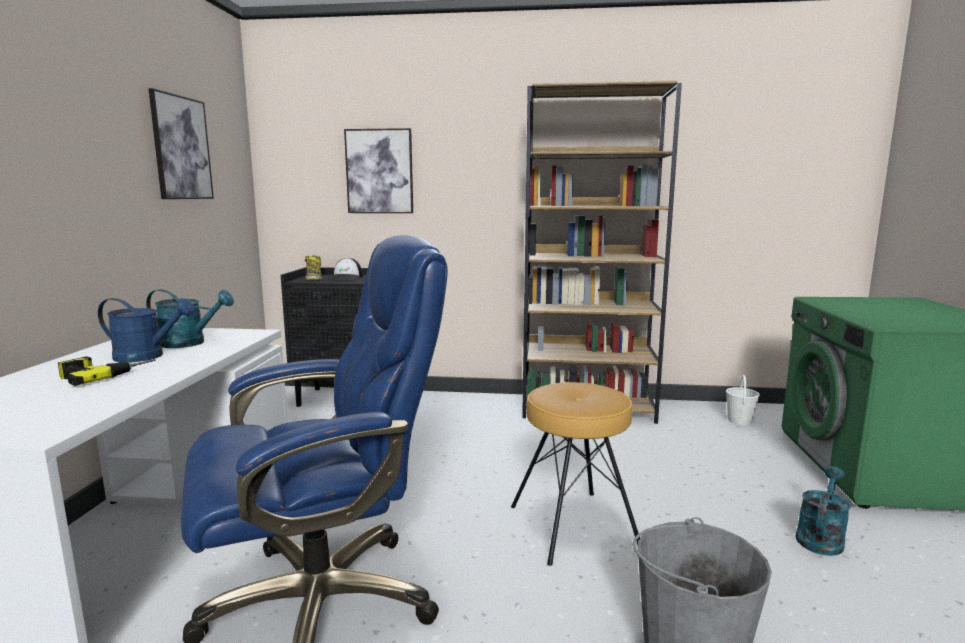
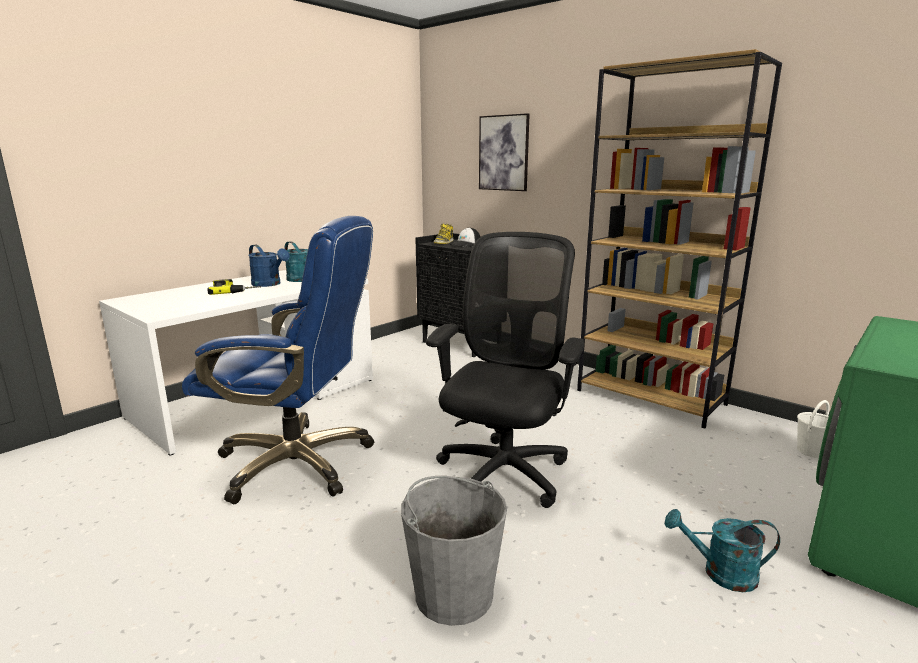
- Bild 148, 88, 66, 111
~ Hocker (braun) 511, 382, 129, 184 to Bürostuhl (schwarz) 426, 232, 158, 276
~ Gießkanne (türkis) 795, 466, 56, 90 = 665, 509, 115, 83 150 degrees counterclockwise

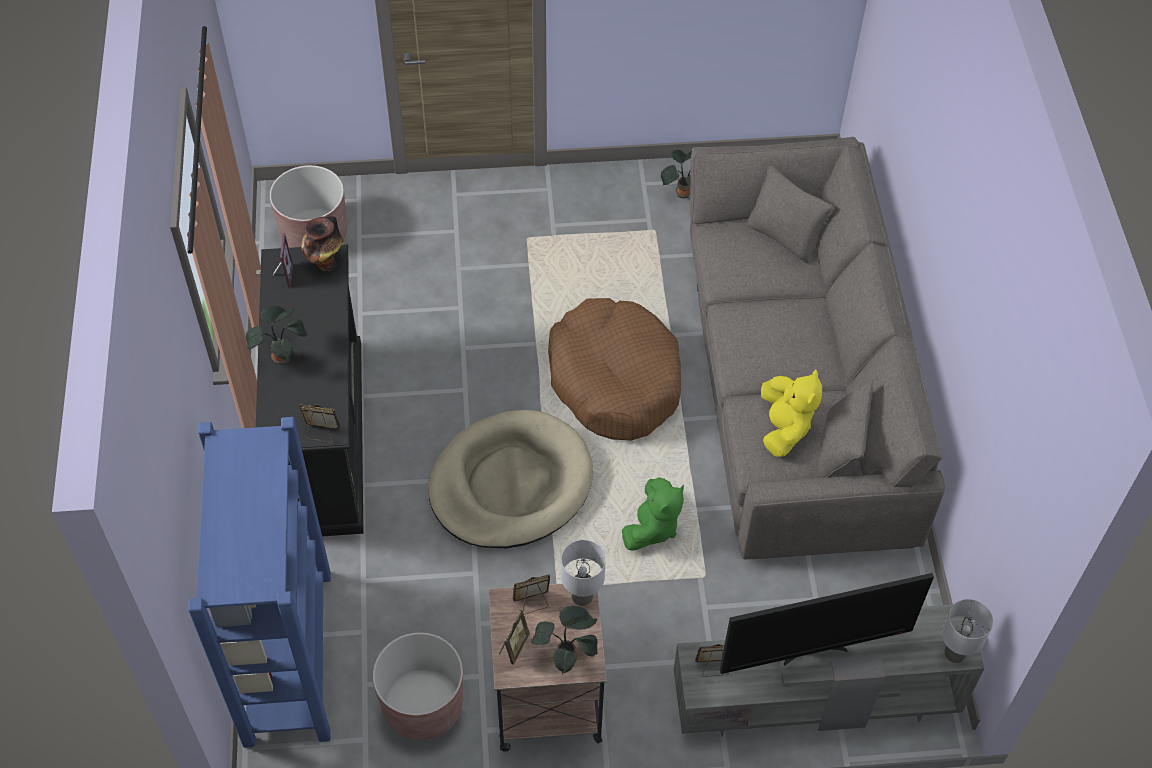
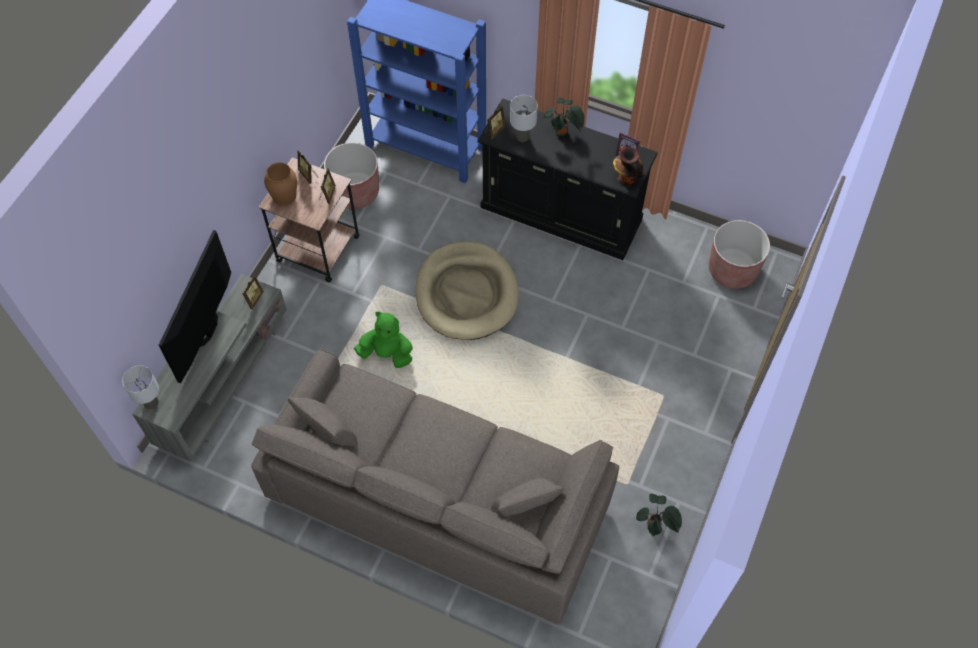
- Hundebett (braun) 548, 298, 133, 143
- Plüschtier (gelb) 761, 370, 61, 87
~ Tischlampe (weiß) 561, 540, 45, 66 to 510, 95, 28, 47
~ Topfpflanze 531, 606, 67, 68 to Vase (braun) 264, 162, 33, 44
~ Plüschtier (grün) 622, 477, 62, 74 = 354, 312, 59, 56 135 degrees clockwise

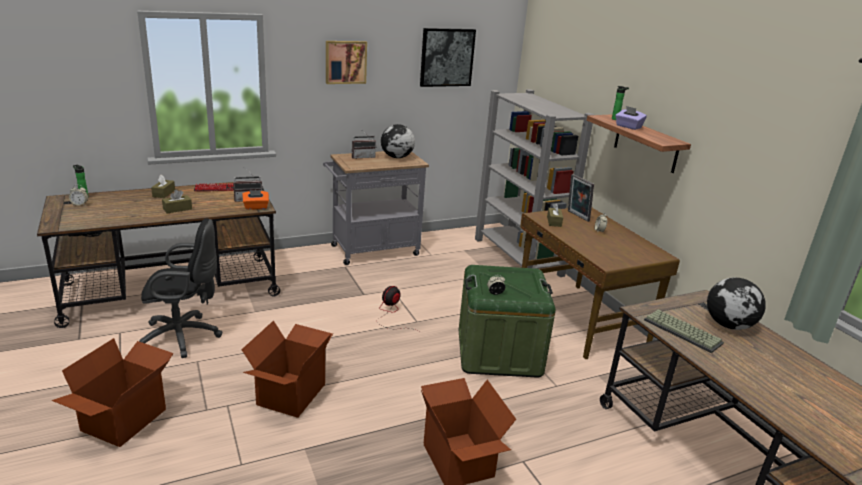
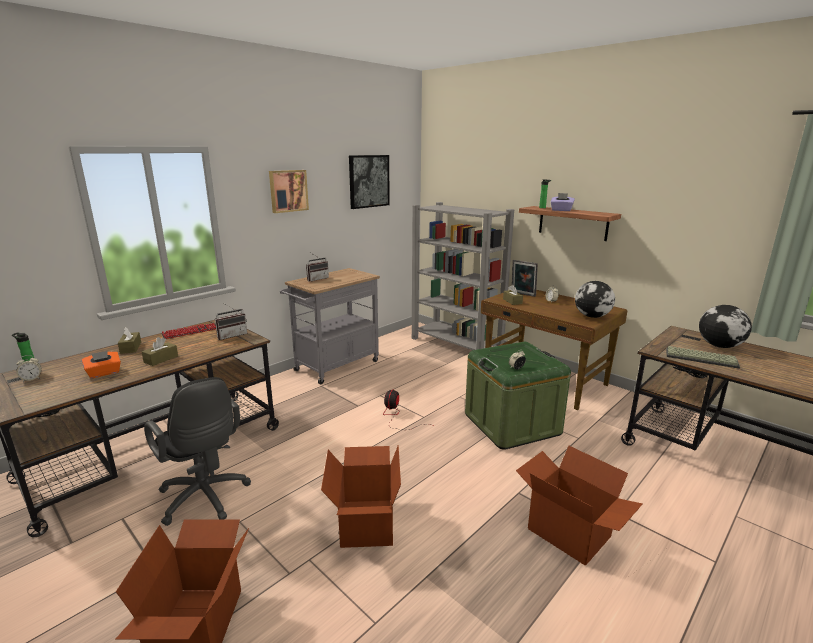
~ Taschentuchbox (orange) 242, 190, 27, 20 to 82, 351, 39, 28
~ Globus 381, 124, 34, 34 to 575, 281, 40, 37
~ Bürostuhl (schwarz) 139, 218, 83, 140 = 144, 377, 107, 149 75 degrees clockwise

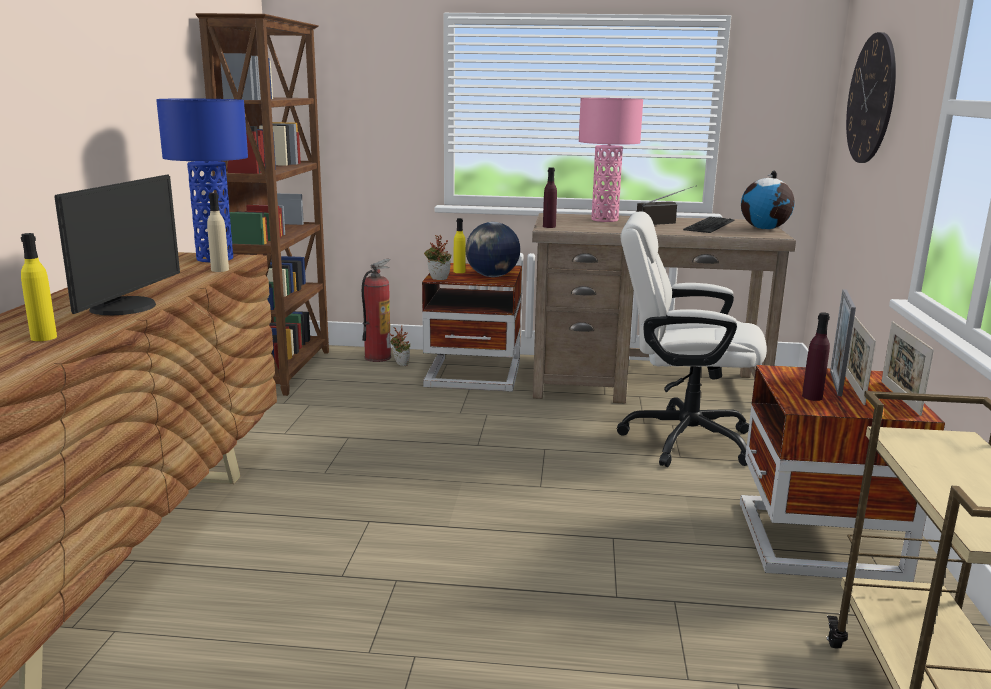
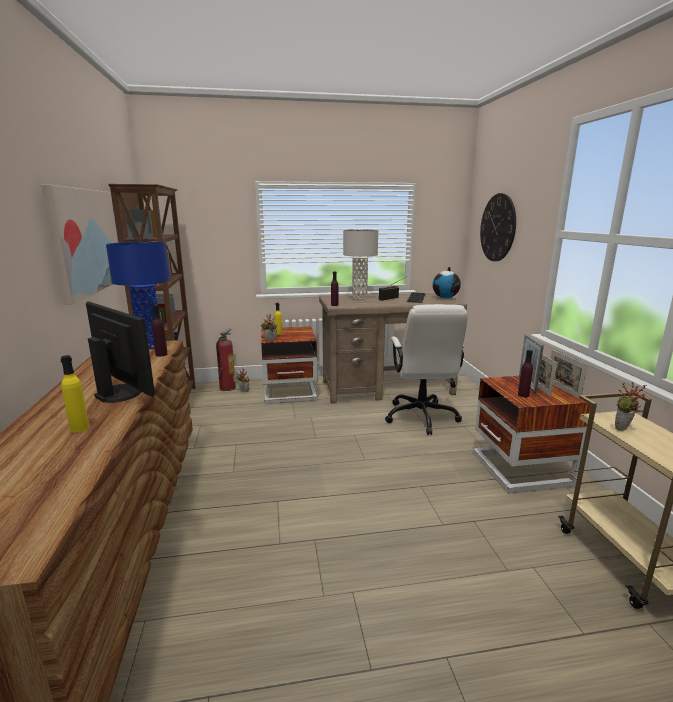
- Globus 465, 222, 55, 55
+ Bild 41, 185, 76, 120
+ Topfpflanze 615, 382, 32, 49
~ Flasche (beige) 207, 192, 22, 80 to Flasche (lila) 152, 305, 16, 52
~ Tischlampe (rosa) 579, 98, 64, 124 to Tischlampe (weiß) 343, 230, 35, 70
~ Monitor 54, 175, 126, 140 = 86, 301, 69, 102 45 degrees counterclockwise
~ Bürostuhl (weiß) 617, 211, 150, 256 = 385, 304, 83, 131 90 degrees counterclockwise

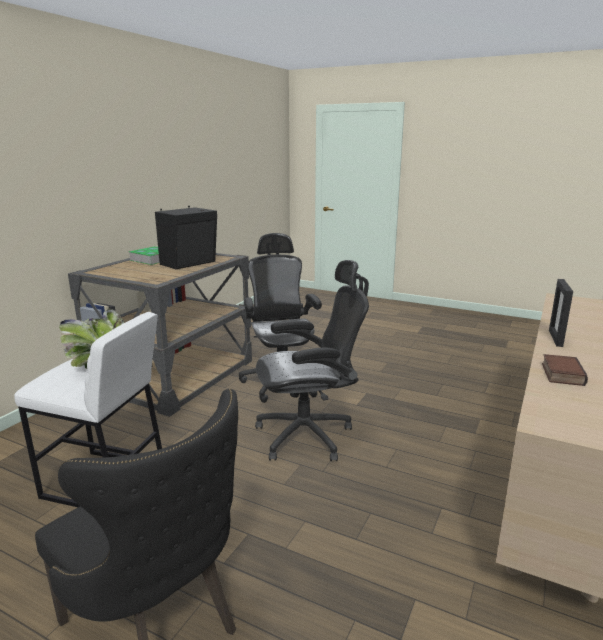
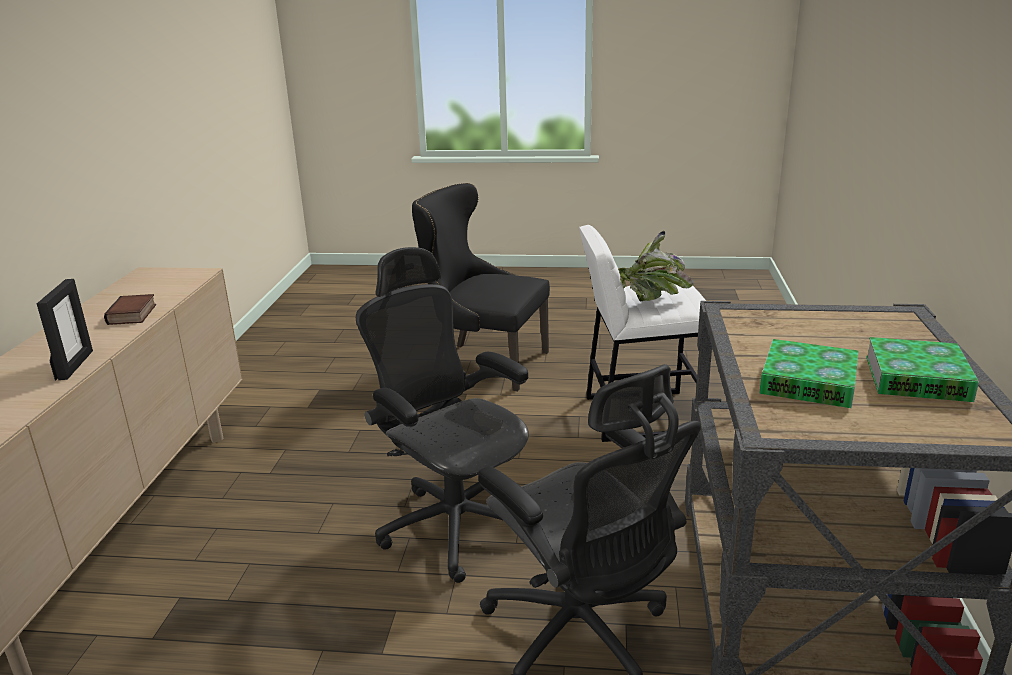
~ Lautsprecher (schwarz) 155, 206, 62, 63 to Buch 759, 339, 99, 69
~ Bürostuhl 255, 260, 114, 201 = 356, 247, 173, 336 90 degrees clockwise

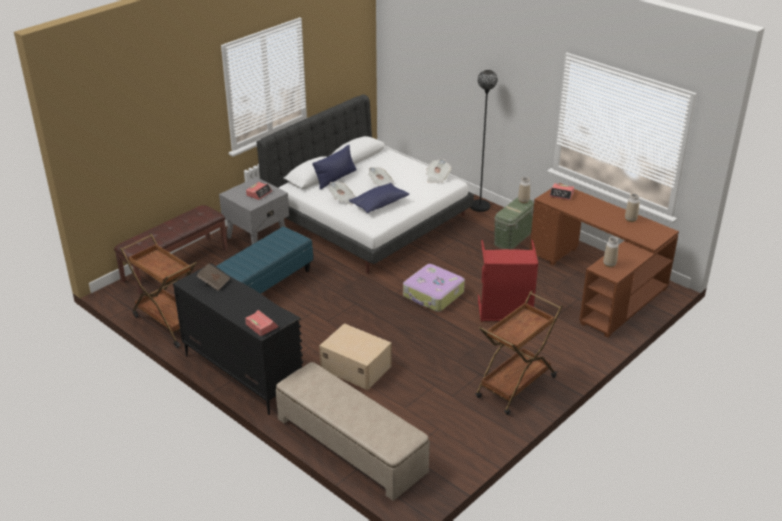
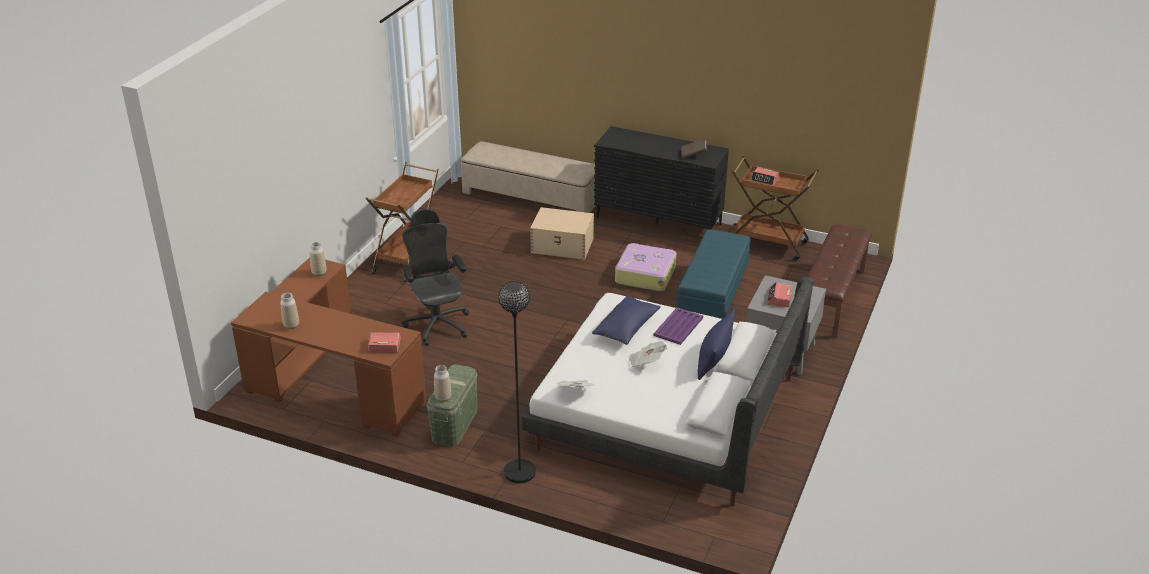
~ Wecker 245, 310, 34, 26 to 750, 167, 30, 19
~ Koffer 403, 264, 62, 48 to 615, 243, 61, 48
~ Zeitung 329, 182, 26, 23 to Tablett (lila) 654, 307, 49, 38
~ Wäschekorb (rot) 478, 240, 61, 81 to Bürostuhl 402, 209, 67, 137

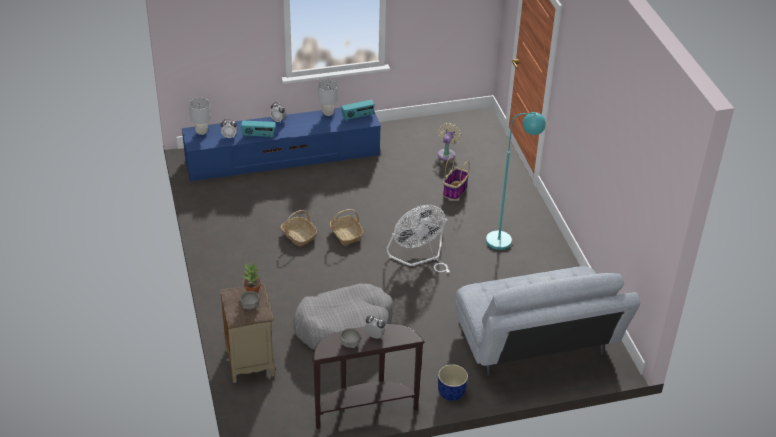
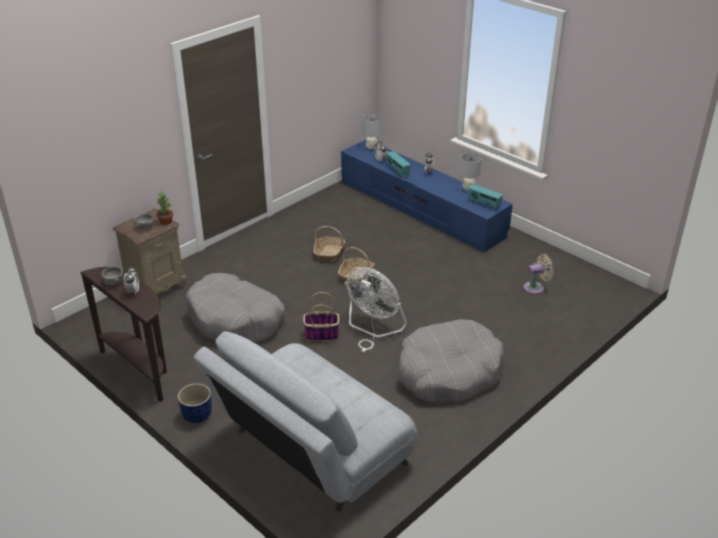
~ Korb 443, 155, 27, 45 to 303, 292, 36, 49
~ Stehlampe (türkis) 486, 112, 60, 138 to Hundebett (grau) 398, 319, 106, 84

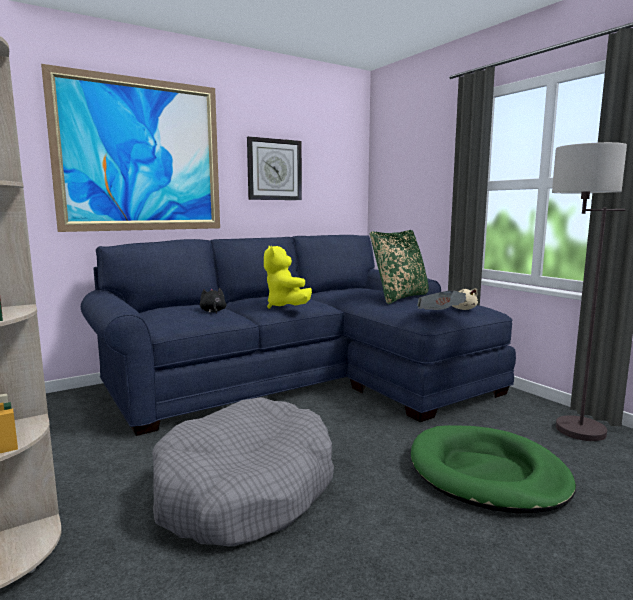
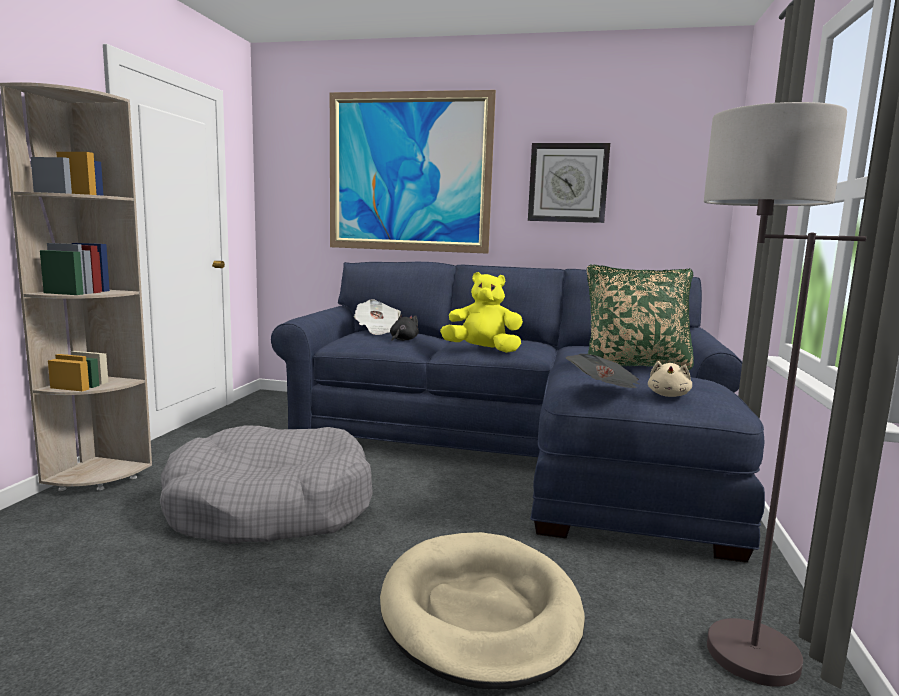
+ Zeitung 354, 299, 47, 36
~ Hundebett (grün) 411, 425, 165, 89 to Hundebett (beige) 380, 532, 205, 158
~ Plüschtier (gelb) 264, 246, 48, 62 = 440, 272, 83, 81 75 degrees clockwise

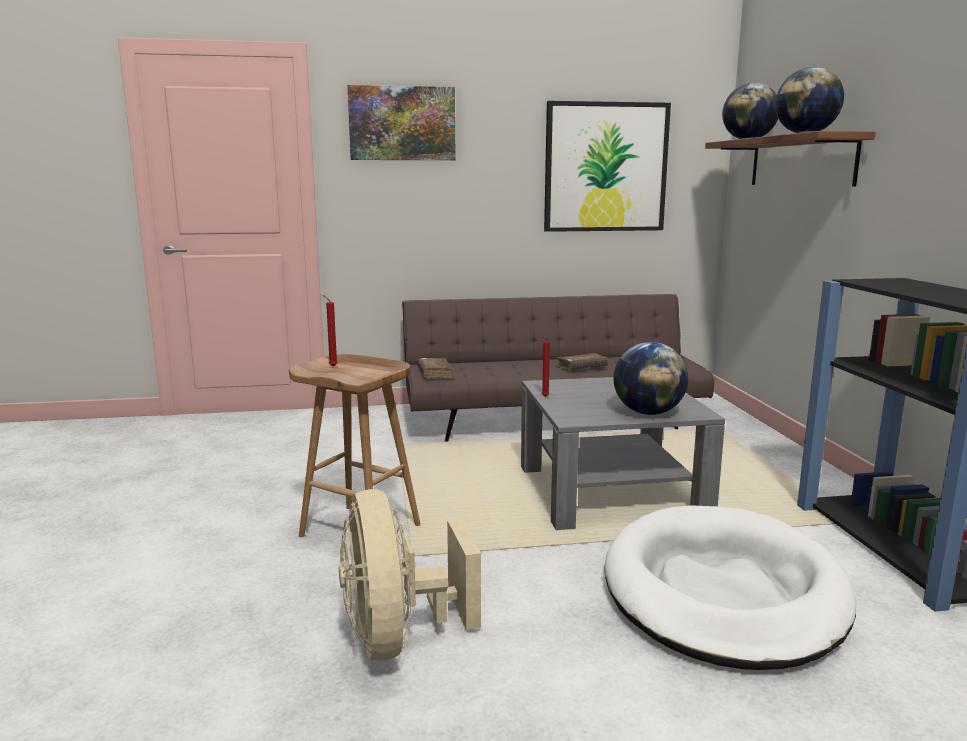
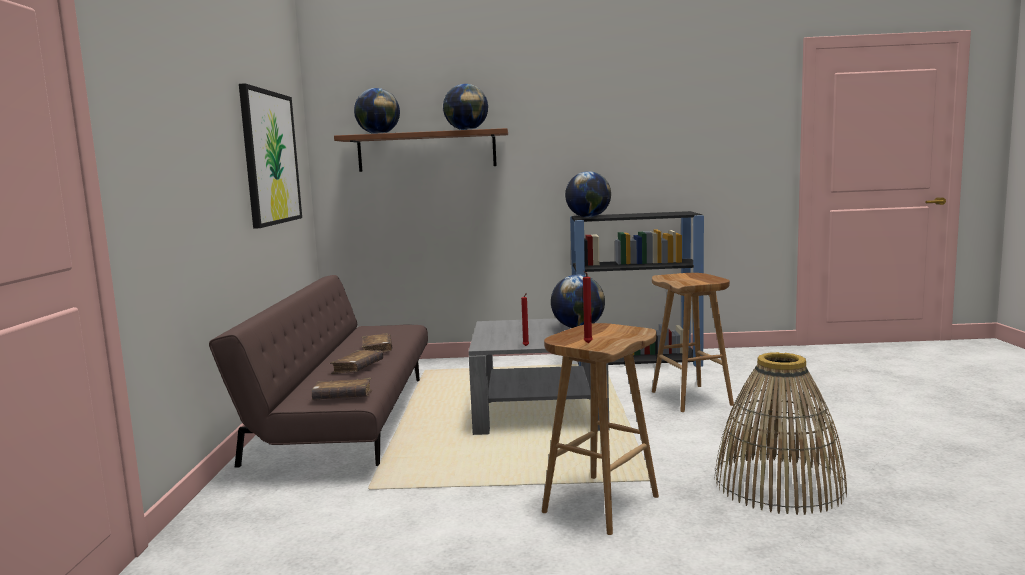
- Bild 347, 85, 109, 75
+ Buch (braun) 330, 350, 53, 24
+ Globus 565, 171, 46, 46
~ Ventilator (beige) 339, 489, 142, 172 to Korb 714, 352, 133, 163
~ Hundebett (weiß) 604, 505, 252, 165 to Hocker (braun) 652, 273, 82, 139

